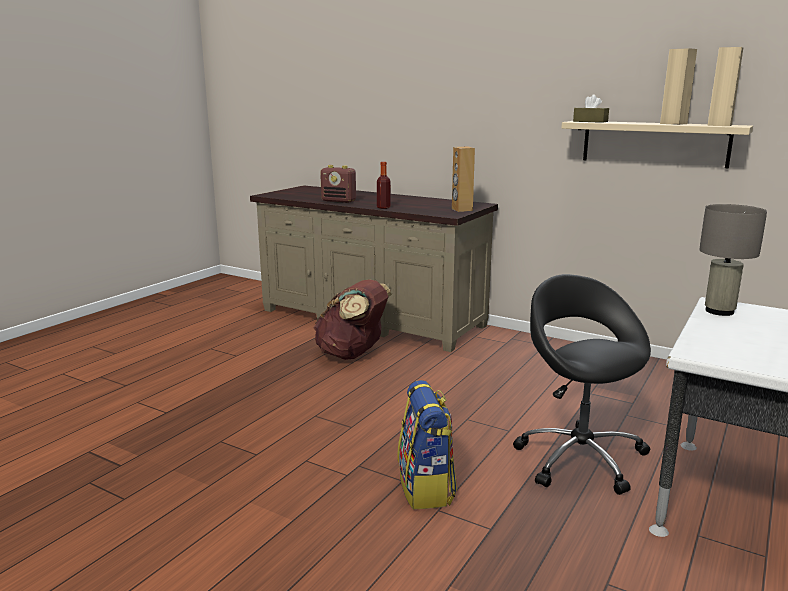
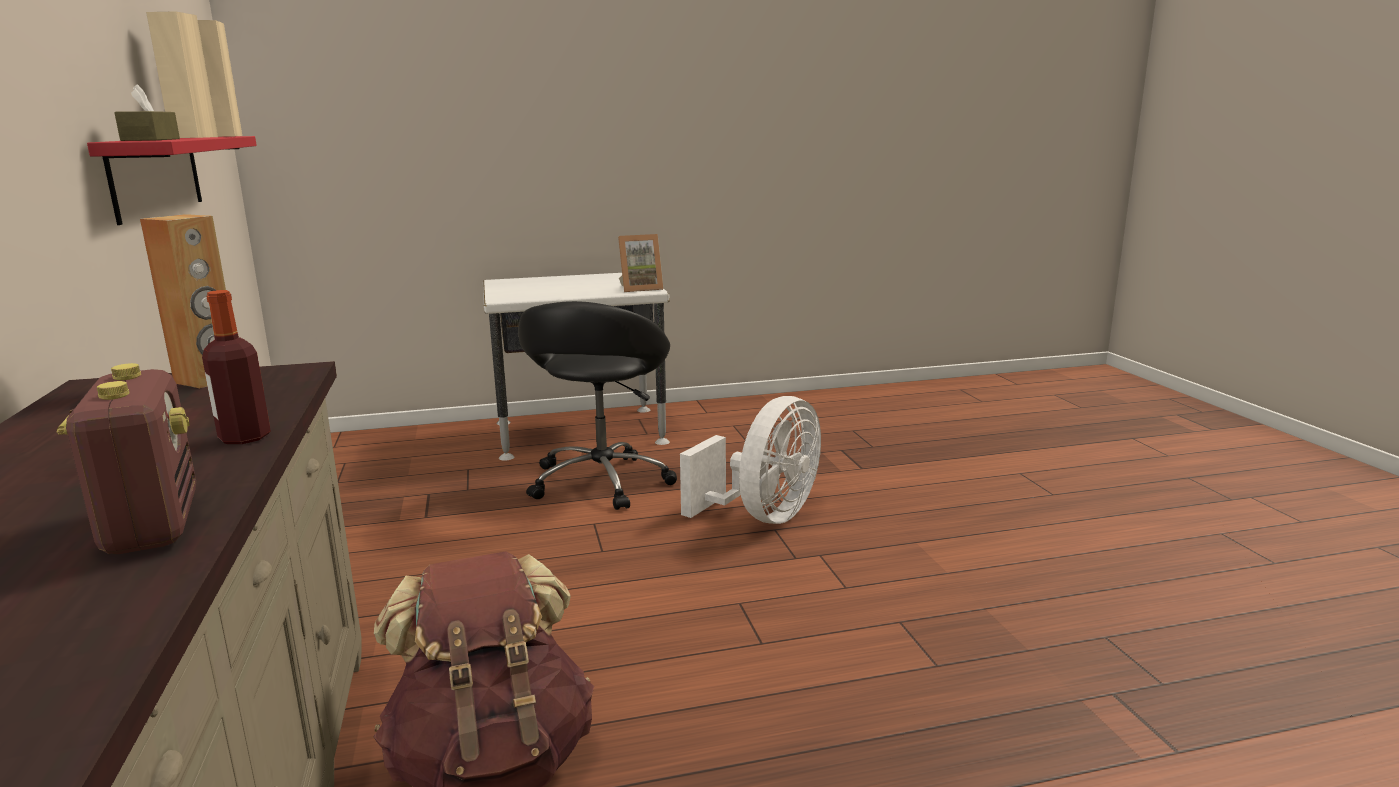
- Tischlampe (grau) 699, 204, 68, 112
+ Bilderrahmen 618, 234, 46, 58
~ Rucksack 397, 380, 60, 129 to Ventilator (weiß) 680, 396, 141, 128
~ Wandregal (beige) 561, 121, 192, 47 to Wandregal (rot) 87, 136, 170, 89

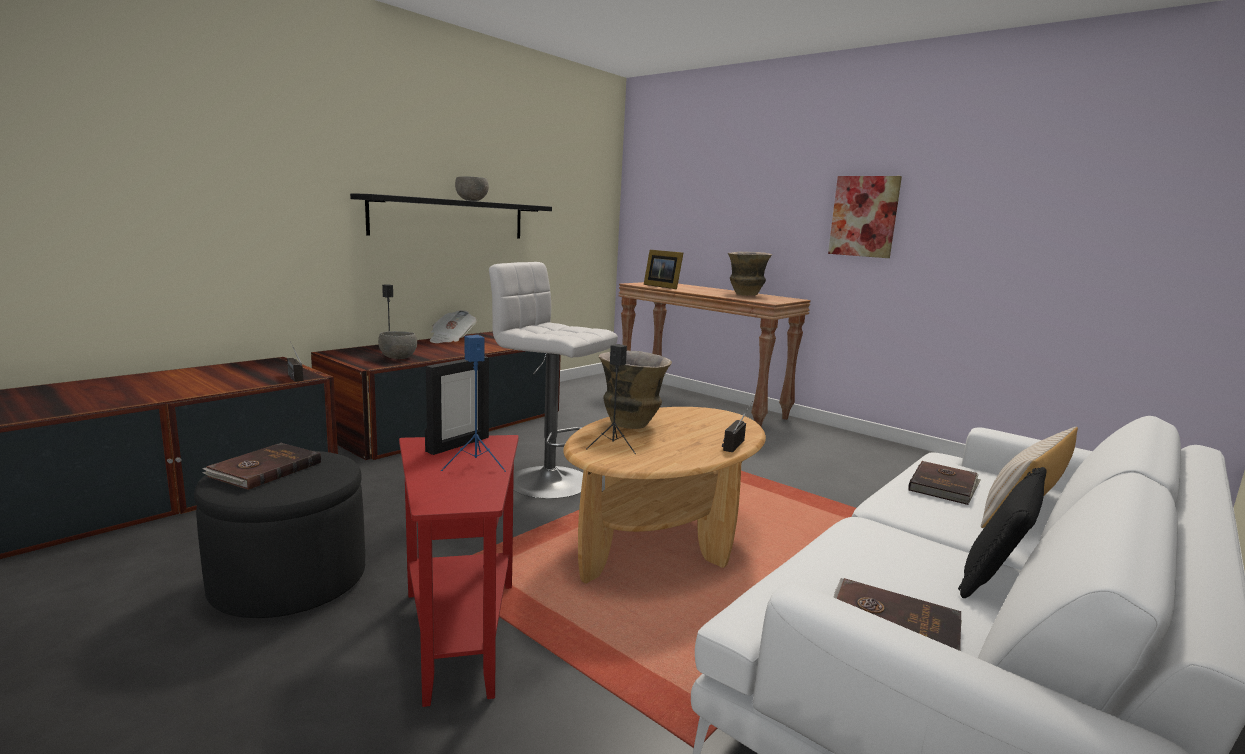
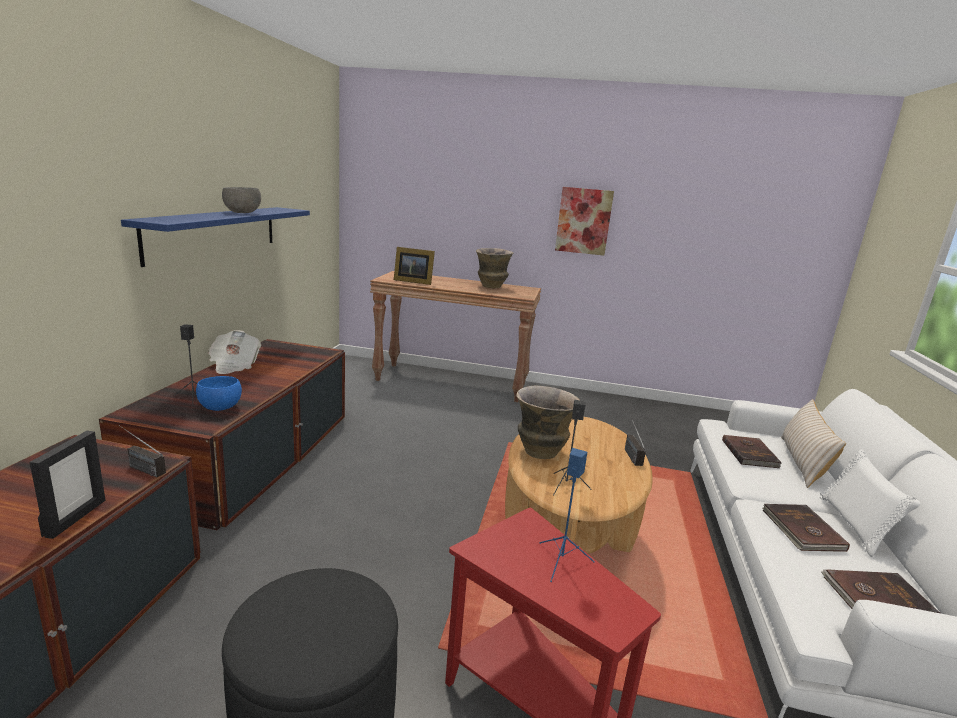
- Hocker (weiß) 489, 262, 129, 237
~ Buch (braun) 202, 443, 119, 47 to 762, 504, 88, 48
~ Bilderrahmen 425, 356, 64, 99 to 30, 431, 76, 108
~ Wandregal (schwarz) 350, 193, 202, 45 to Wandregal (blau) 121, 207, 189, 60
~ Schüssel (grau) 378, 331, 39, 28 to Schüssel (blau) 196, 376, 46, 35
~ Kissen (schwarz) 959, 467, 87, 131 to Kissen (weiß) 820, 449, 100, 108

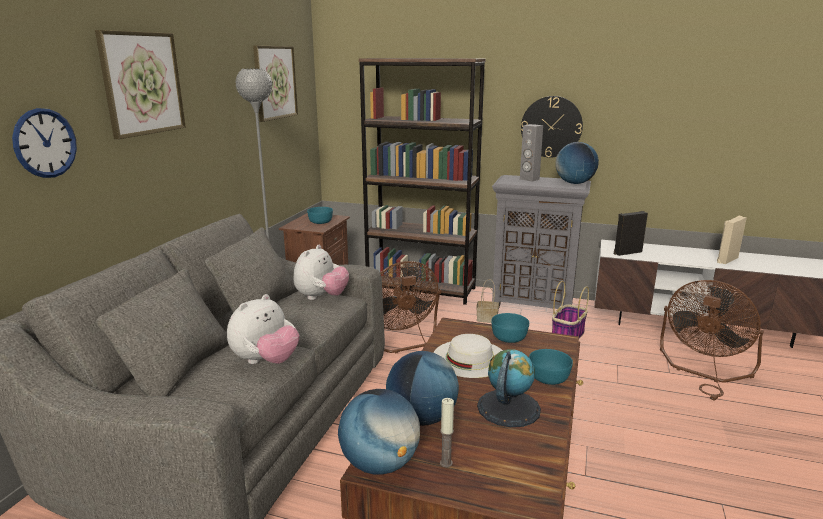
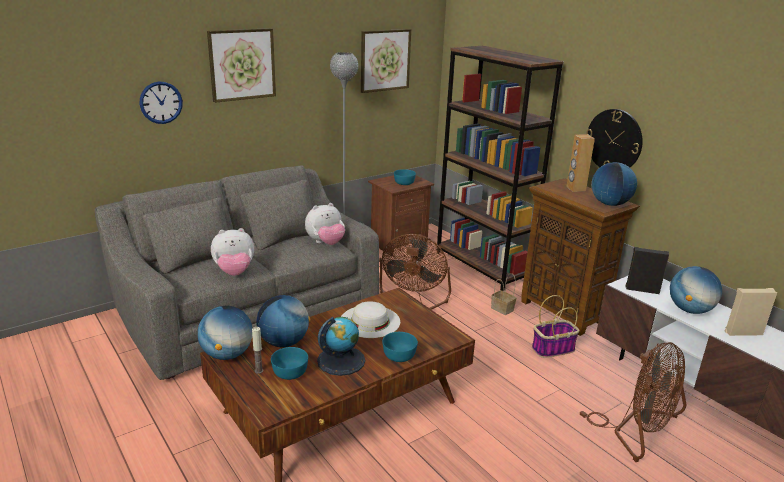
+ Globus 670, 266, 52, 48
~ Schüssel (türkis) 491, 313, 38, 30 to 271, 347, 37, 33
~ Schrank (grau) 492, 175, 99, 134 to Schrank (braun) 521, 178, 119, 158
~ Lautsprecher (grau) 520, 124, 23, 58 to Lautsprecher (braun) 566, 134, 29, 58
~ Ventilator (braun) 660, 280, 104, 121 = 579, 342, 107, 120 60 degrees clockwise

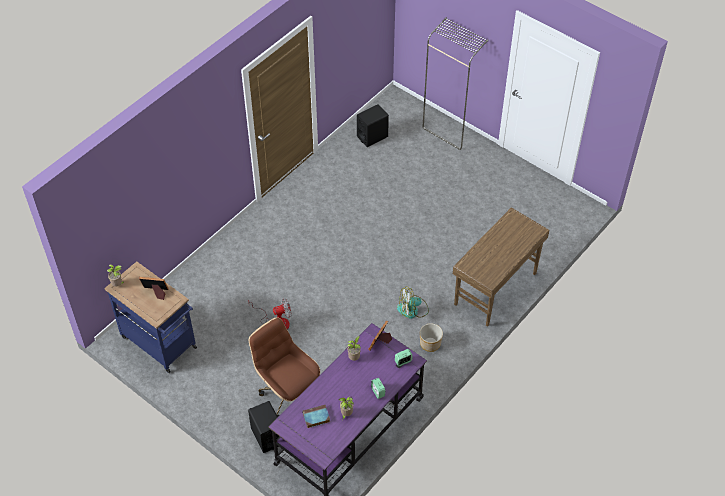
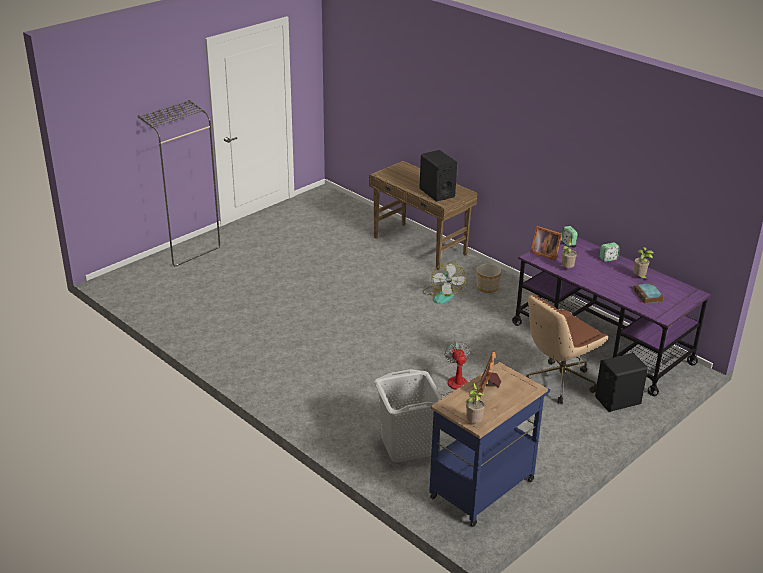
+ Wäschekorb (grau) 374, 369, 69, 93
~ Lautsprecher (schwarz) 357, 104, 32, 43 to 419, 150, 38, 51

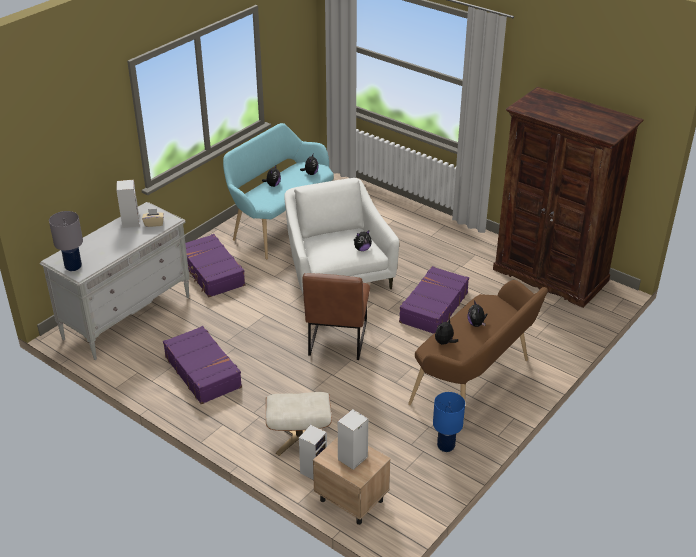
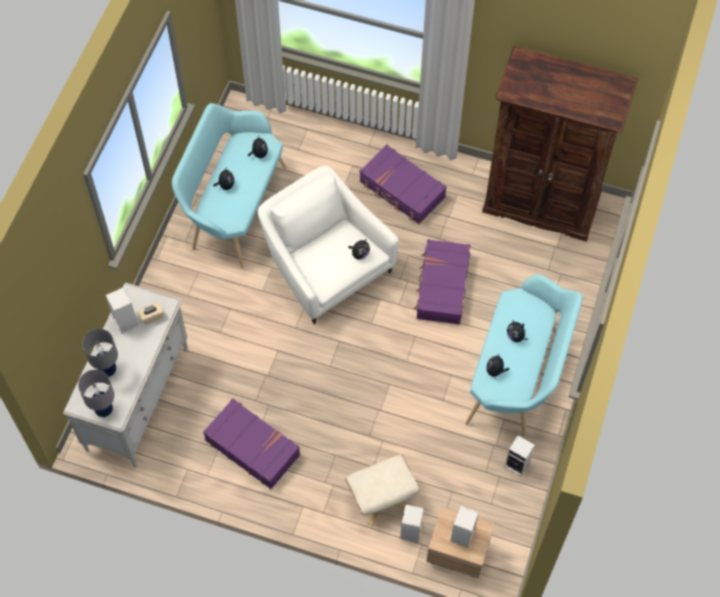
- Stuhl (braun) 302, 273, 68, 87
+ Tischlampe (grau) 82, 329, 36, 48
~ Koffer (lila) 185, 234, 60, 64 to 360, 144, 87, 80
~ Tischlampe (blau) 433, 392, 32, 60 to Lautsprecher 504, 435, 31, 42
~ Bank (braun) 408, 280, 140, 147 to Bank (türkis) 465, 274, 118, 163

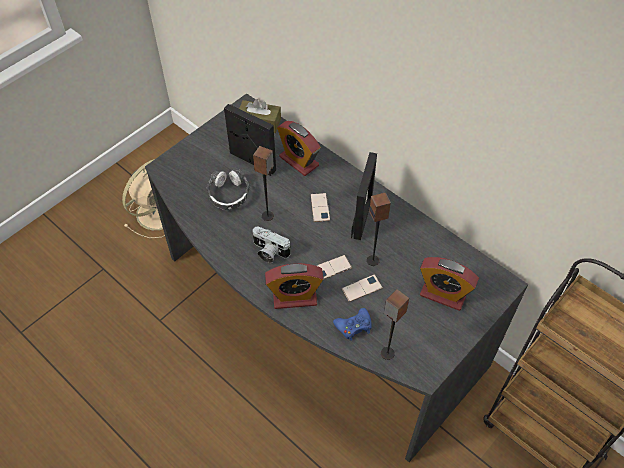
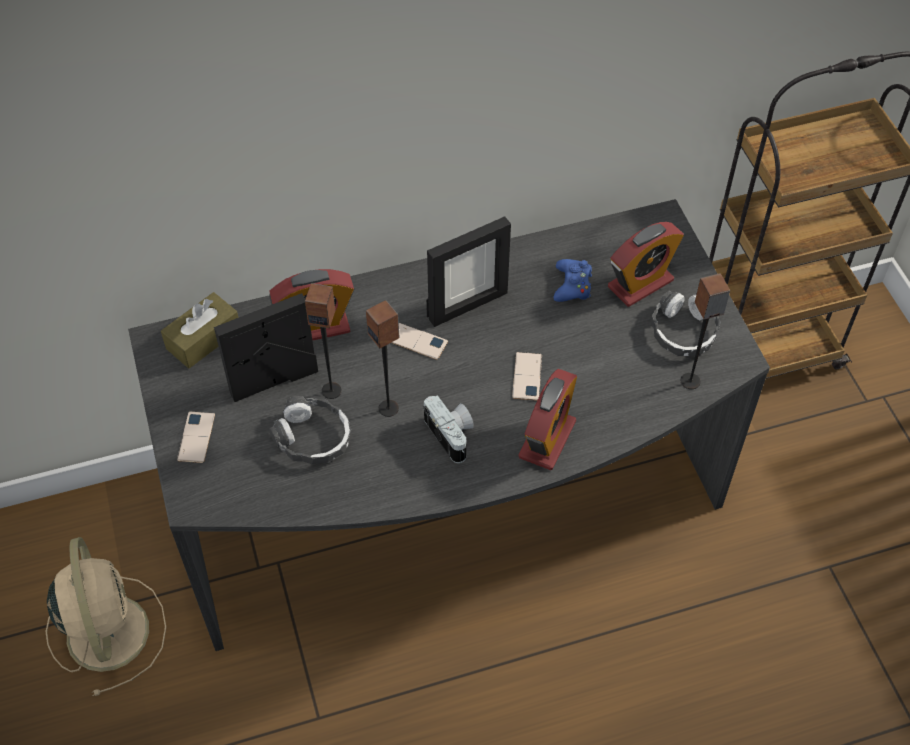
+ Kopfhörer 651, 290, 70, 66
~ Gamepad (blau) 333, 308, 39, 33 to 553, 259, 39, 43
~ Handy 342, 275, 41, 27 to 177, 411, 38, 52
~ Lautsprecher 367, 192, 24, 74 to 305, 283, 37, 116
~ Kamera 252, 226, 38, 37 = 423, 395, 51, 68 90 degrees counterclockwise
~ Bilderrahmen 351, 152, 26, 88 = 426, 216, 85, 111 105 degrees clockwise

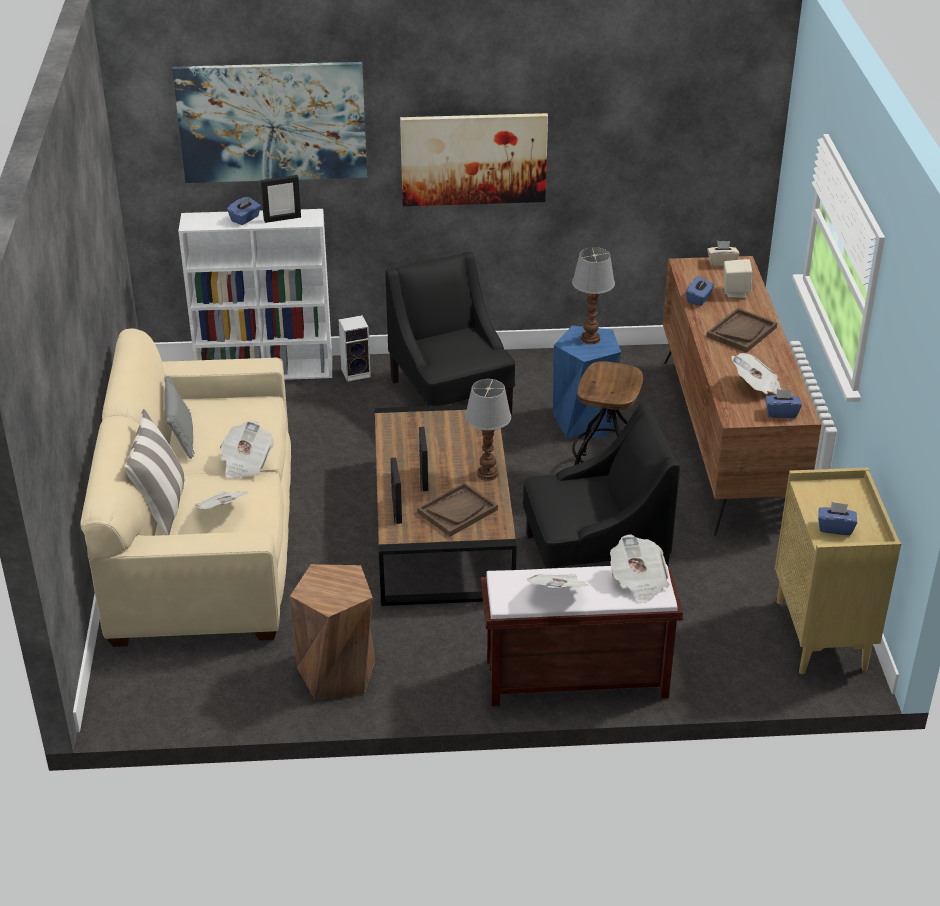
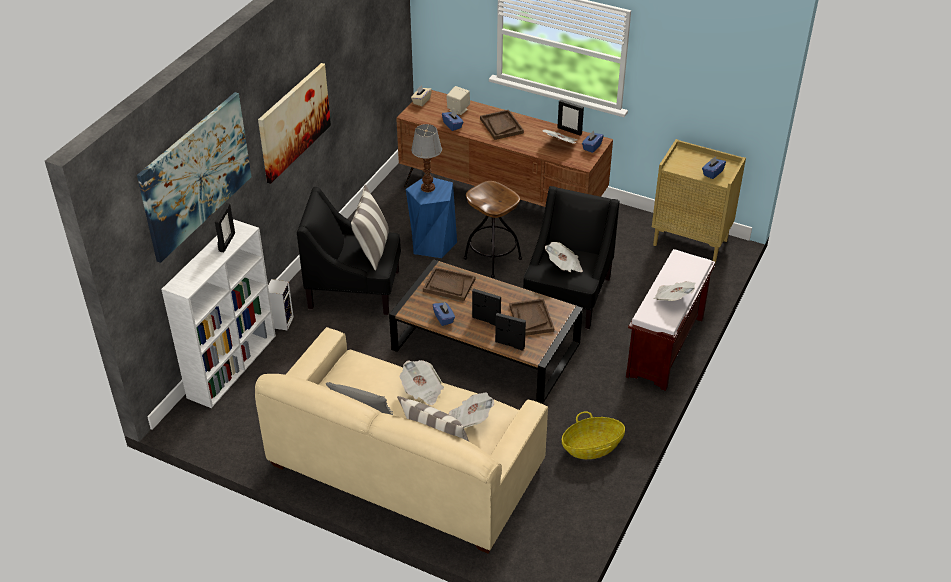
- Tischlampe 465, 379, 46, 102
+ Kissen 351, 185, 38, 86
+ Tablett (braun) 423, 267, 52, 34
+ Bilderrahmen 557, 99, 27, 37
~ Taschentuchbox (blau) 227, 197, 34, 28 to 433, 301, 22, 25
~ Zeitung 610, 534, 60, 69 to 545, 242, 38, 30
~ Hocker (braun) 290, 564, 85, 135 to Korb 562, 412, 63, 47

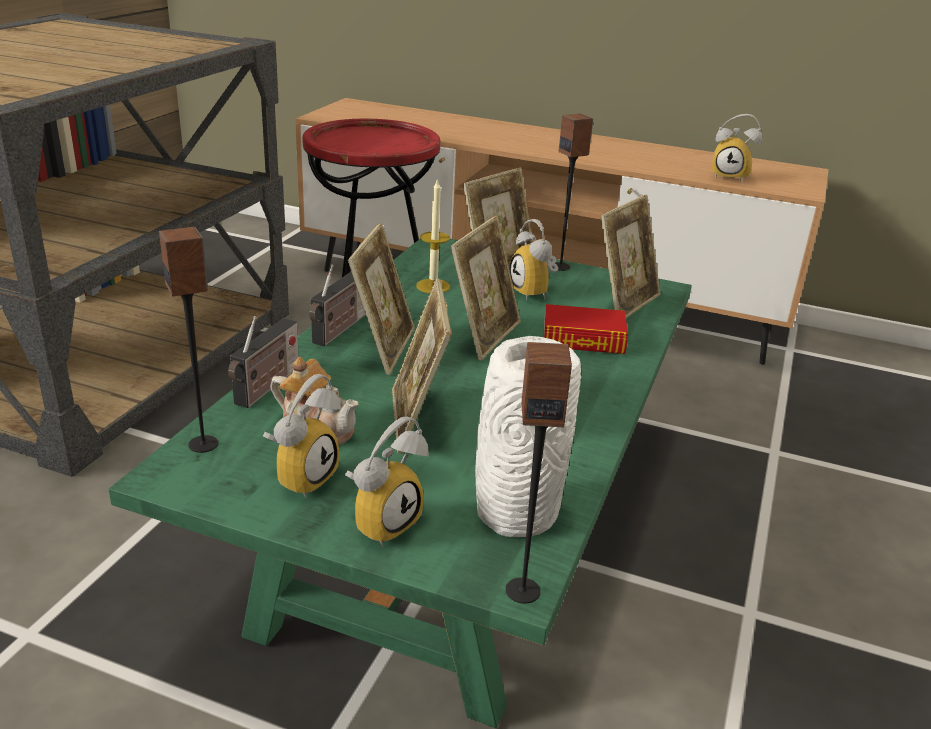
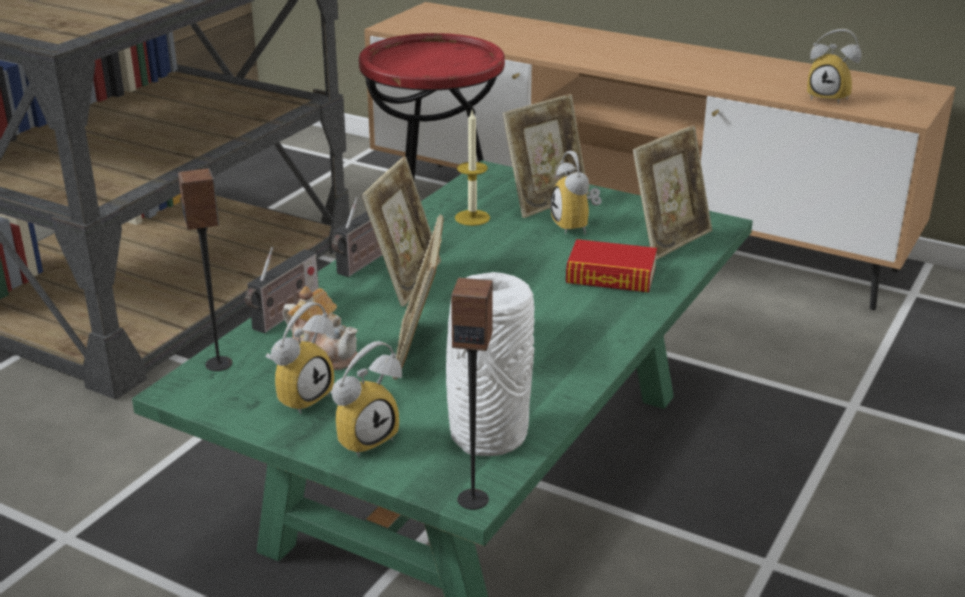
- Bilderrahmen 451, 216, 70, 145
- Lautsprecher 552, 114, 41, 157

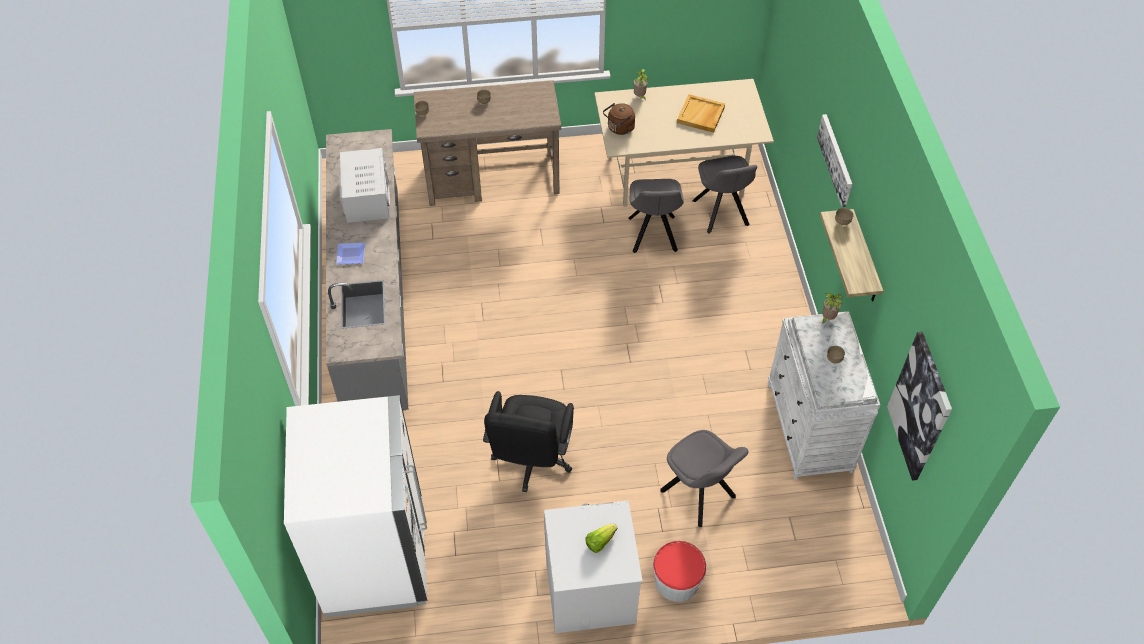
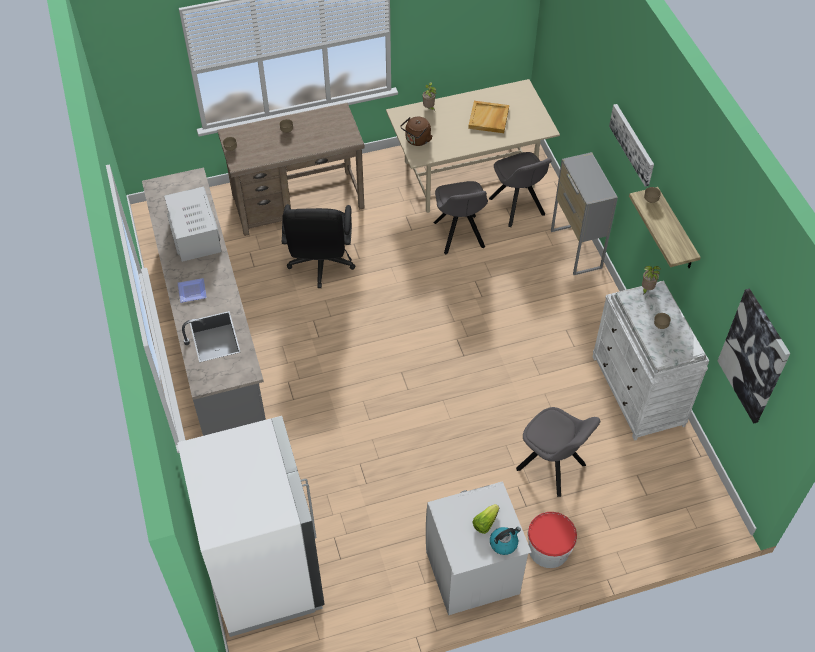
+ Wasserkessel 490, 527, 31, 28
+ Schrank (grau) 551, 152, 67, 123
~ Bürostuhl (schwarz) 483, 391, 91, 101 to 282, 204, 73, 84

